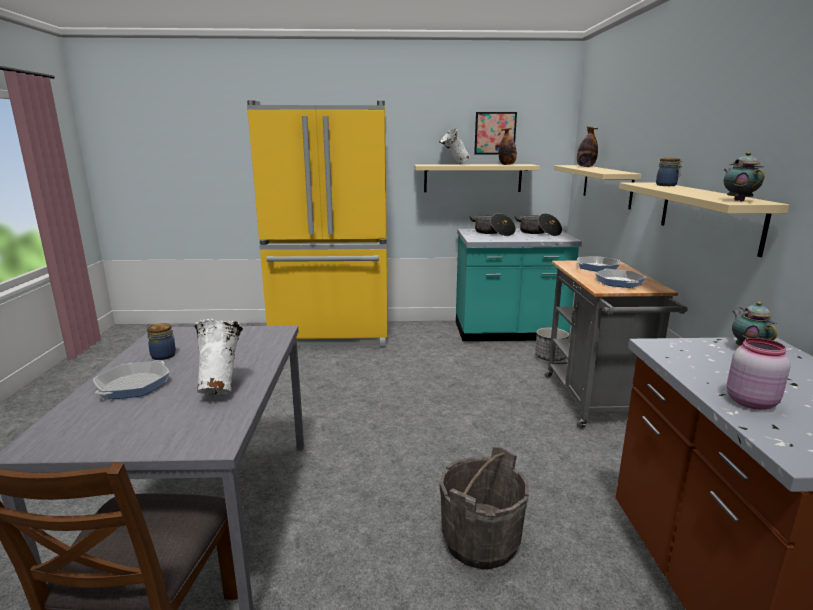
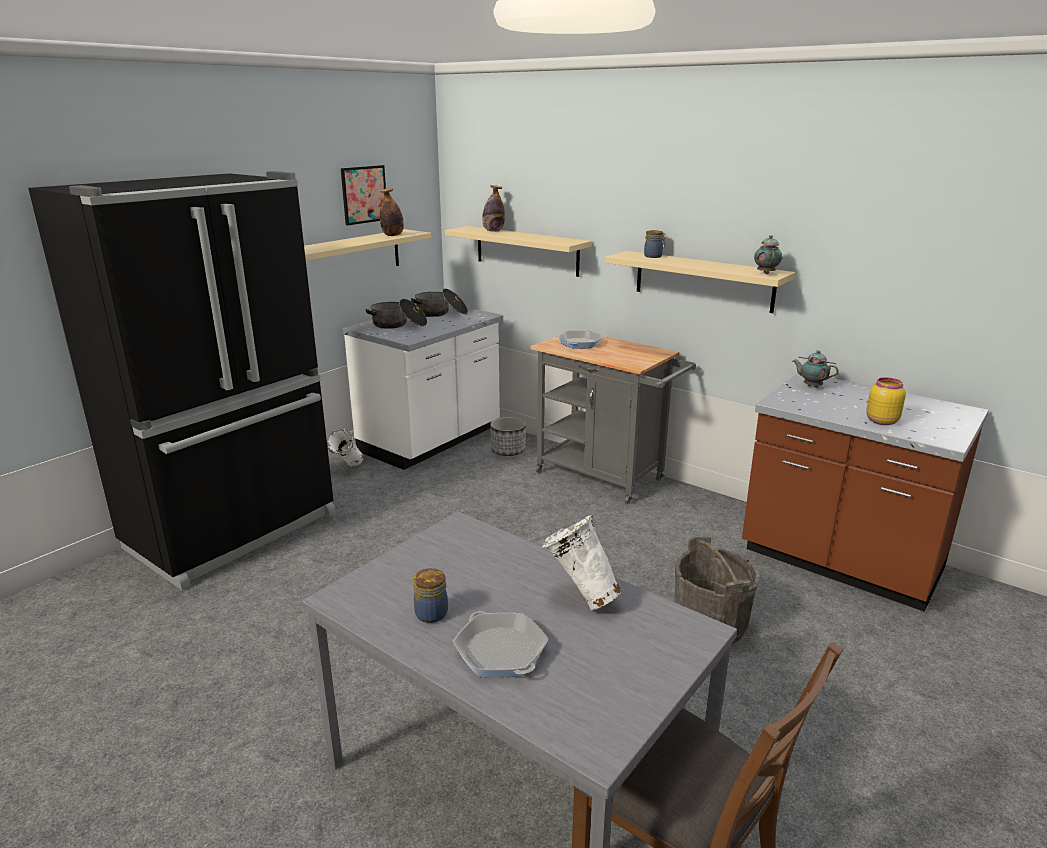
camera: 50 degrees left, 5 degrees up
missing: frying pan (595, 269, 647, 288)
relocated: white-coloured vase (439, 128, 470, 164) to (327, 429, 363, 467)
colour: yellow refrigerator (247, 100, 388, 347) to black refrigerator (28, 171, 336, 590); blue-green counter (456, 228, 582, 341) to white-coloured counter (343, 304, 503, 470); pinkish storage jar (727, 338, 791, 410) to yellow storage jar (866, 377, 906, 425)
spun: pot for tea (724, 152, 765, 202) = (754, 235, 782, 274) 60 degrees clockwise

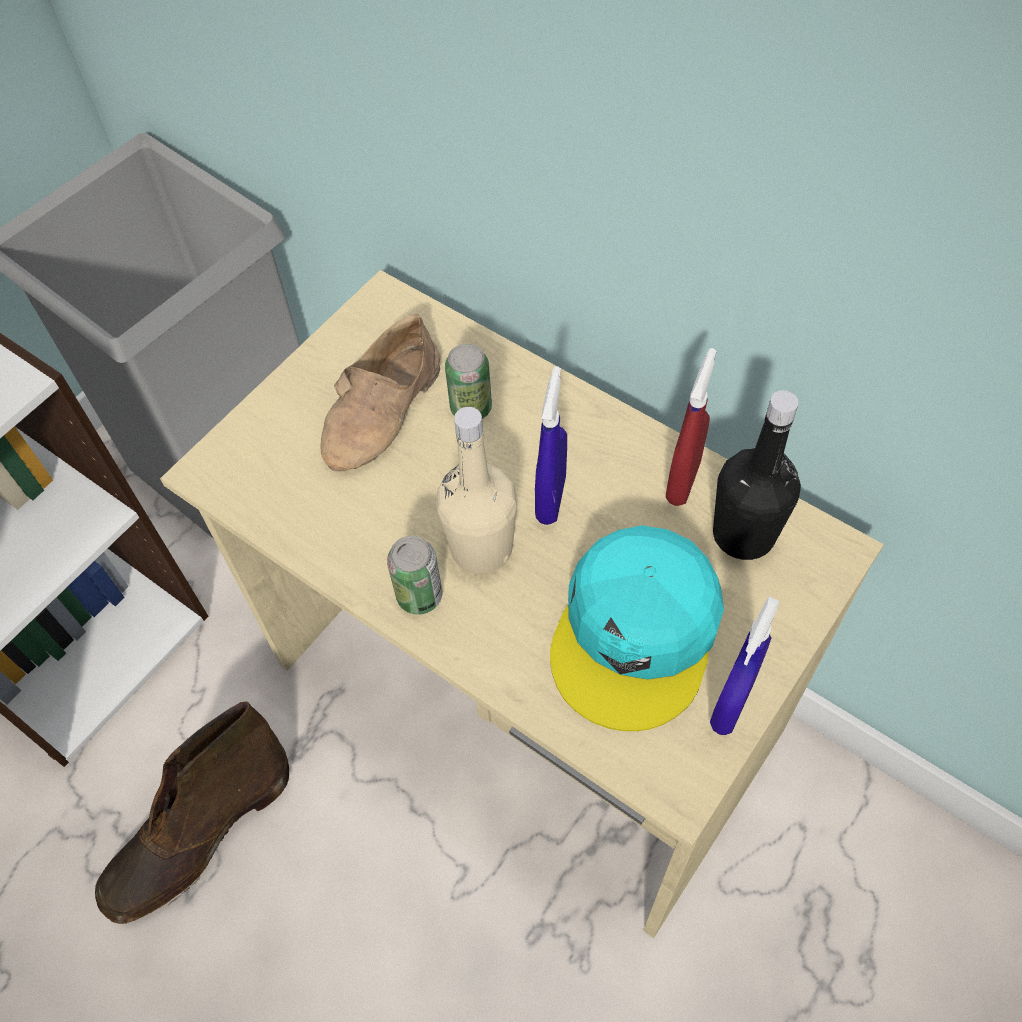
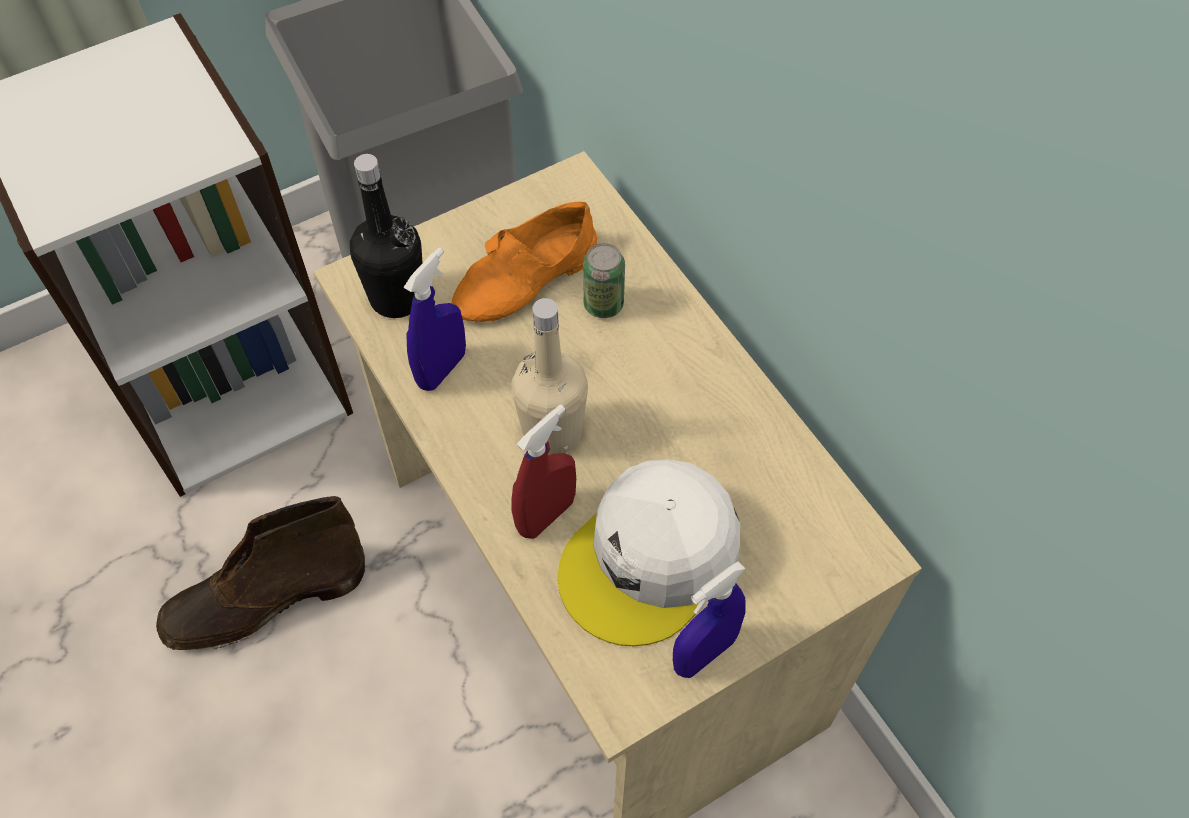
camera: 20 degrees right, 0 degrees up
missing: can (387, 536, 442, 615)
relocated: black drink bottle (713, 390, 801, 560) to (350, 154, 422, 318); blue-coloured hand sprayer (535, 366, 567, 525) to (404, 247, 466, 391); red-coloured hand sprayer (666, 348, 716, 506) to (511, 404, 576, 539)
colour: beige-coloured item of footwear (321, 313, 440, 472) to orange item of footwear (452, 202, 597, 322); blue-green peaked cap (550, 525, 724, 731) to white-coloured peaked cap (558, 459, 740, 646)

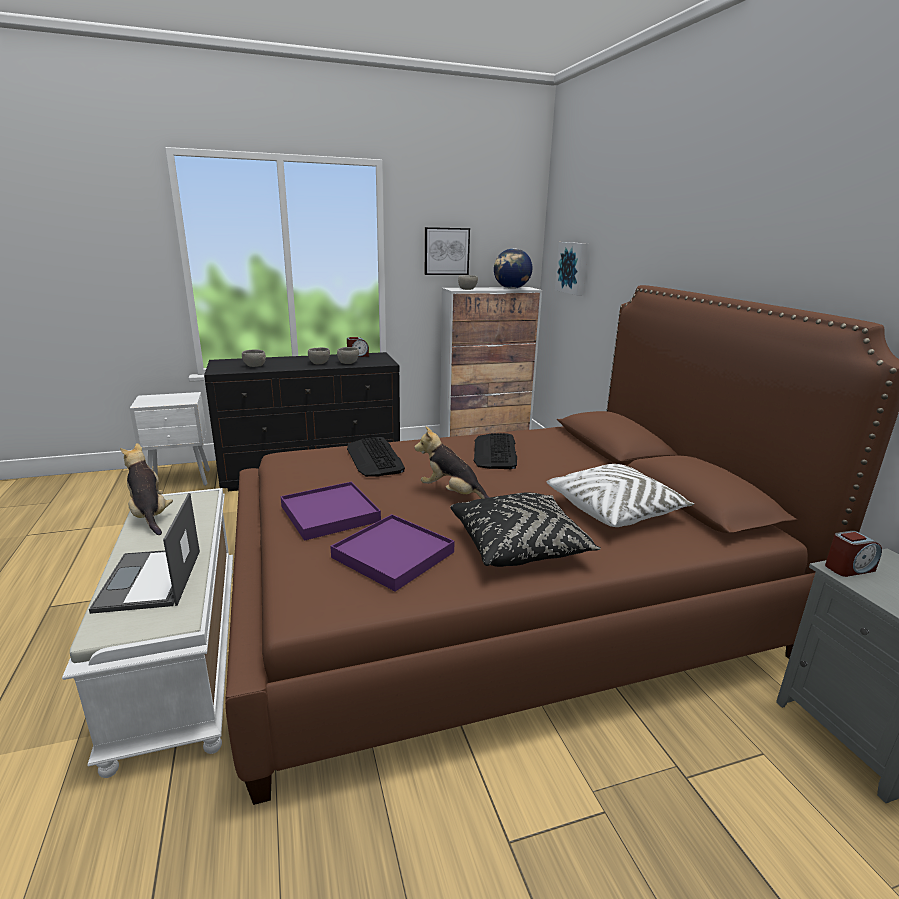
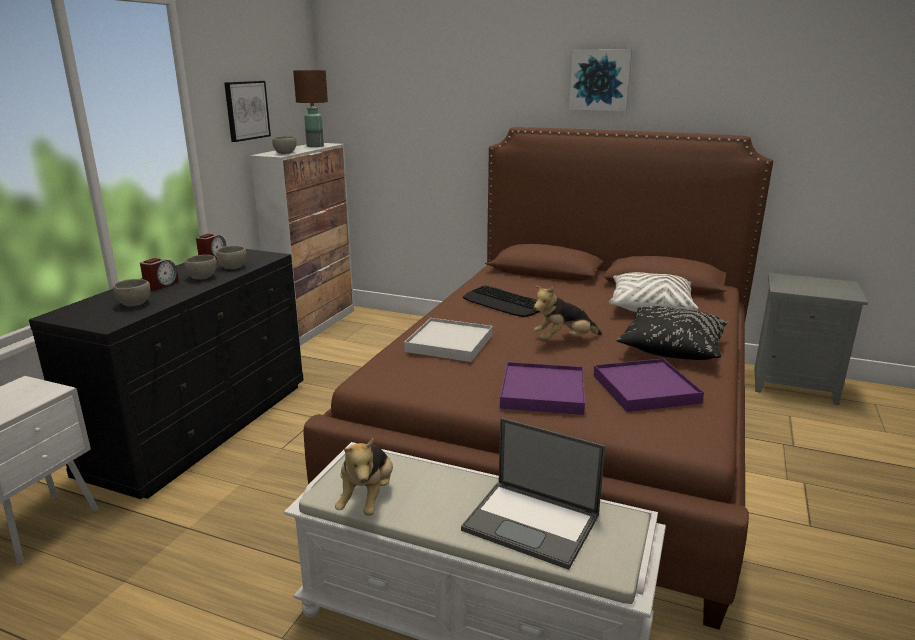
camera: 50 degrees left, 0 degrees up
relocated: table clock (825, 531, 882, 577) to (140, 258, 179, 291); picture (555, 242, 588, 295) to (569, 49, 632, 111)
exchanged: world globe (494, 248, 532, 289) to brown-coloured tabletop lamp (293, 70, 328, 147); PC keyboard (347, 437, 405, 477) to white-coloured tray (404, 318, 493, 362)
spun: soft toy (120, 443, 173, 535) = (335, 438, 393, 516) 90 degrees counterclockwise

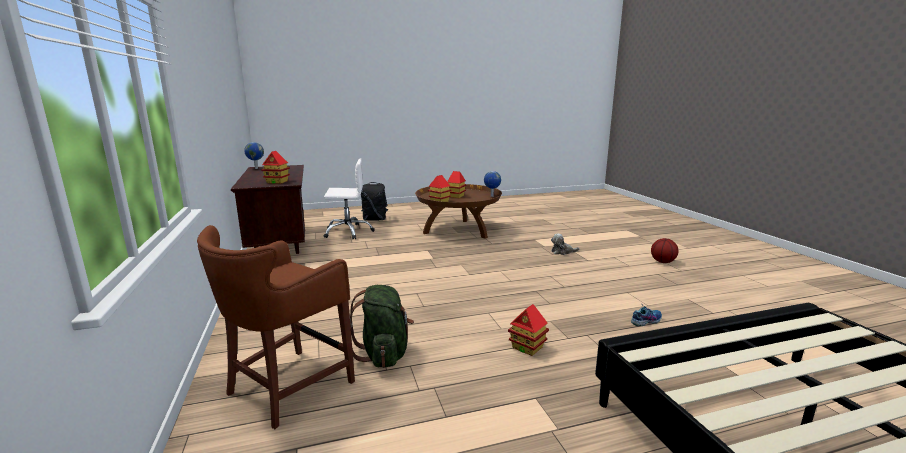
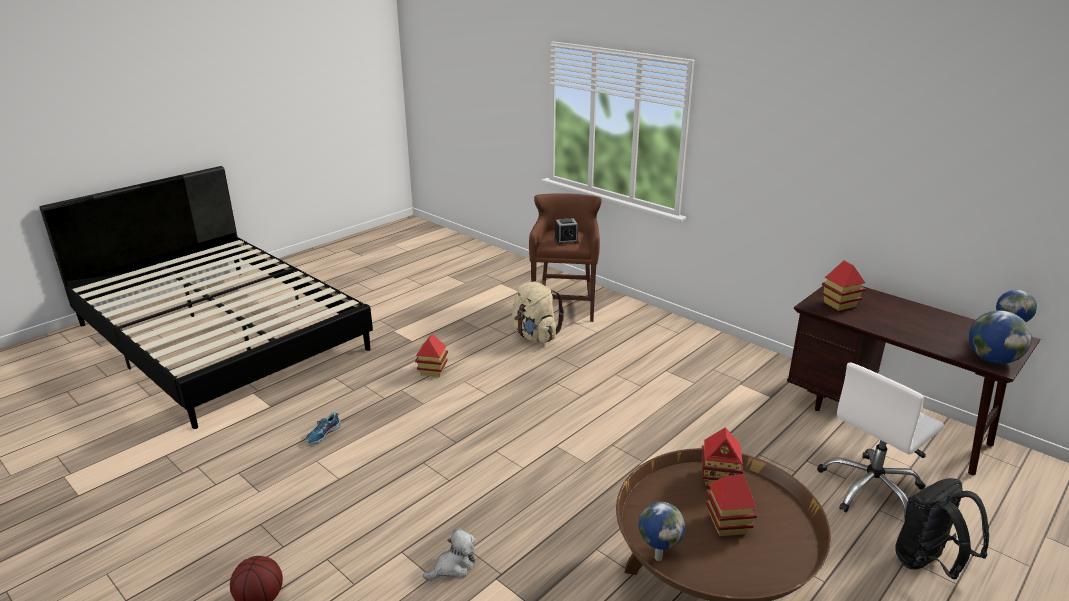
camera: 150 degrees right, 10 degrees up
appeared: table clock (554, 218, 579, 245); world globe (969, 311, 1032, 364)
colour: green-coloured rucksack (350, 285, 414, 368) to beige-coloured rucksack (512, 281, 565, 343)

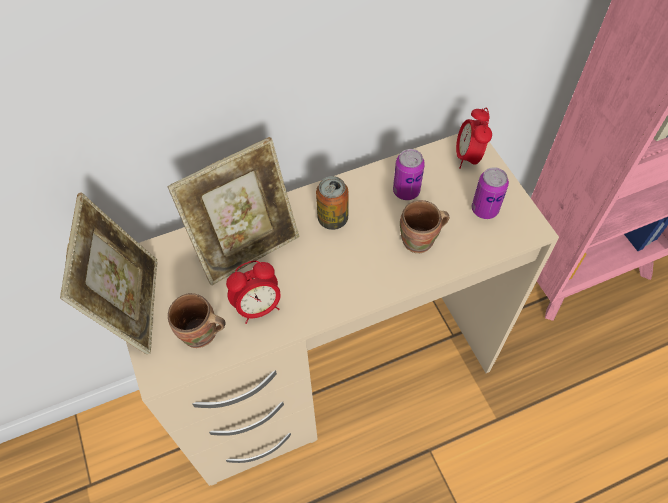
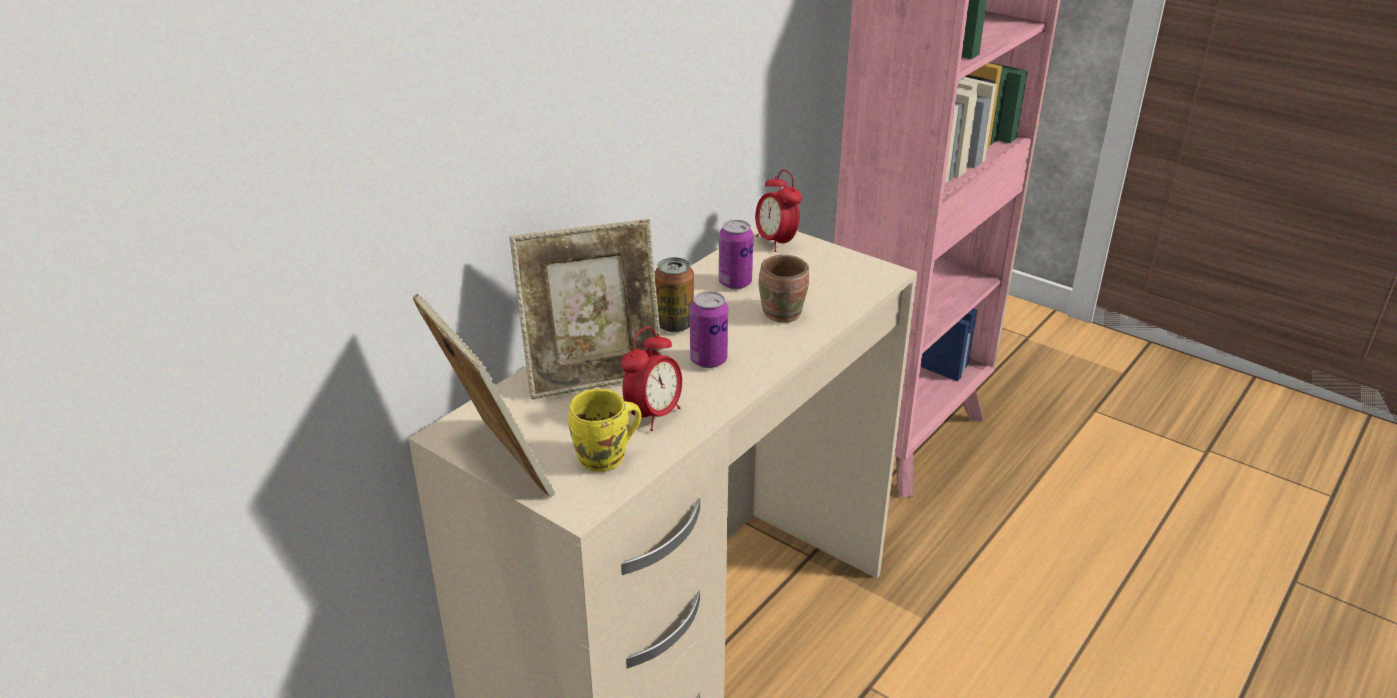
camera: 30 degrees left, 25 degrees down
relocated: can (472, 167, 509, 219) to (690, 291, 728, 368)
colour: brown-coloured tea mug (168, 293, 226, 348) to yellow tea mug (568, 389, 642, 472)
spun: photo frame (167, 137, 299, 286) = (509, 219, 663, 399) 45 degrees clockwise

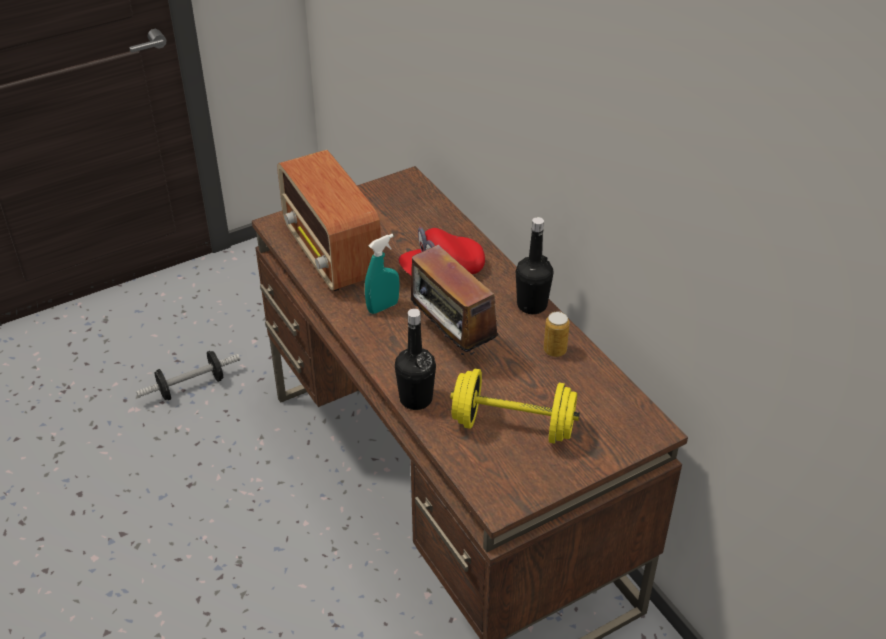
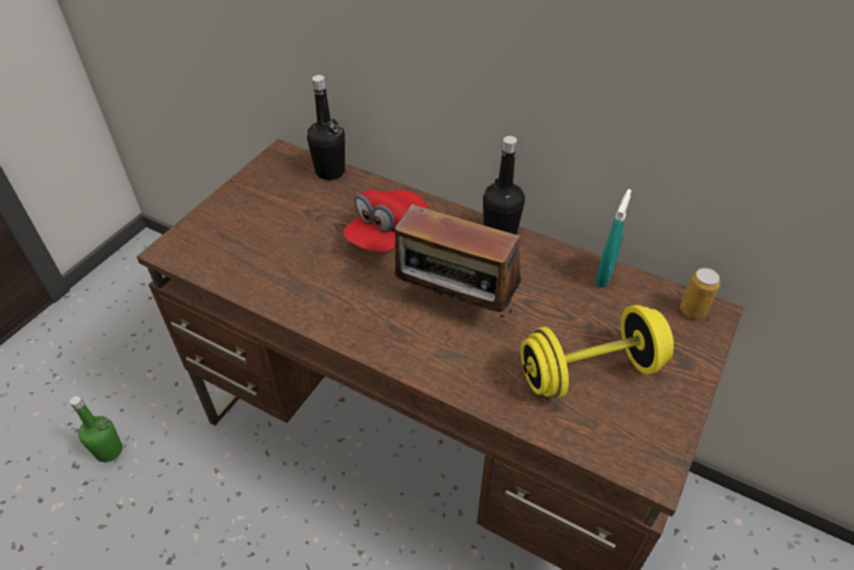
camera: 30 degrees left, 5 degrees up
missing: radio set (277, 150, 381, 291)
relocated: black drink bottle (395, 309, 436, 410) to (307, 75, 345, 180); blue-green hand sprayer (365, 234, 400, 314) to (595, 189, 631, 287); can (544, 312, 570, 357) to (680, 268, 721, 319)
exchanged: dumbbell (136, 351, 240, 400) to green-coloured drink bottle (70, 396, 122, 462)

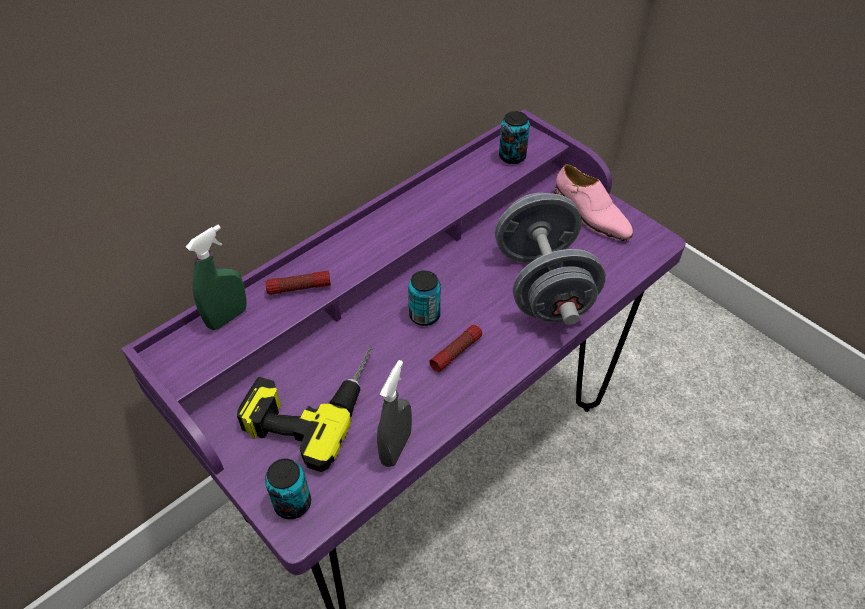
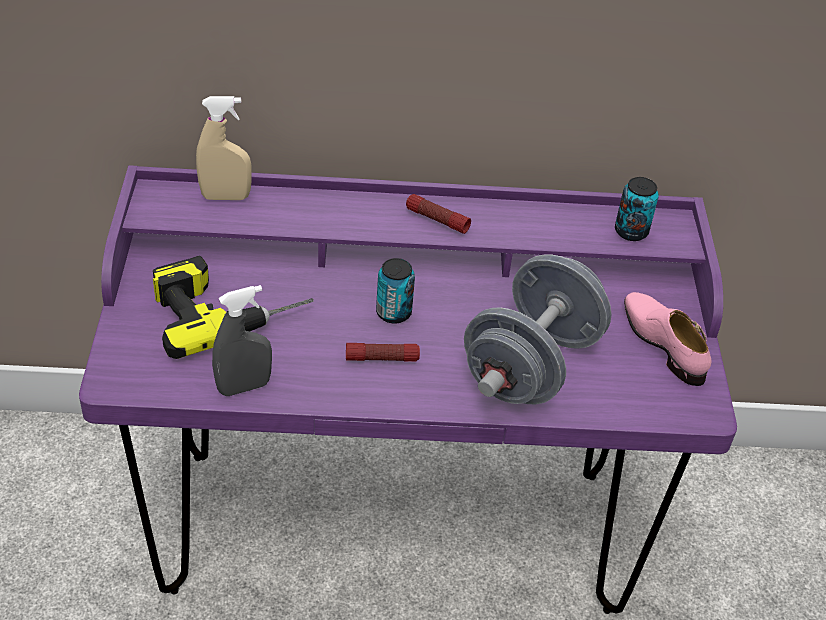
camera: 40 degrees right, 5 degrees down
missing: can (265, 458, 311, 519)
relocated: hand torch (265, 270, 331, 295) to (406, 194, 471, 234)
colour: green-coloured hand sprayer (186, 225, 247, 330) to beige-coloured hand sprayer (196, 96, 252, 200)
spun: pinkish item of footwear (554, 164, 633, 241) = (624, 292, 711, 386) 150 degrees clockwise

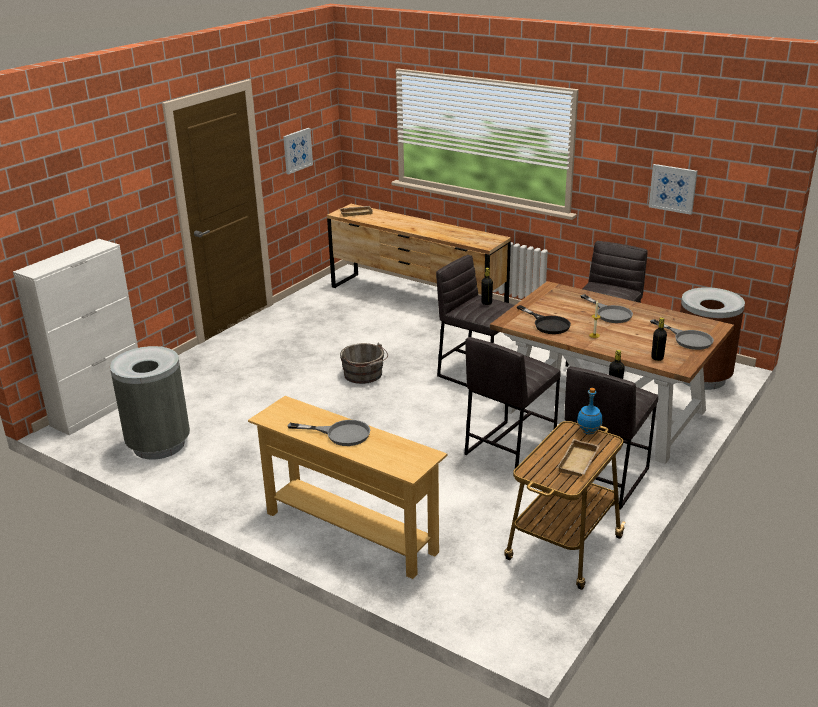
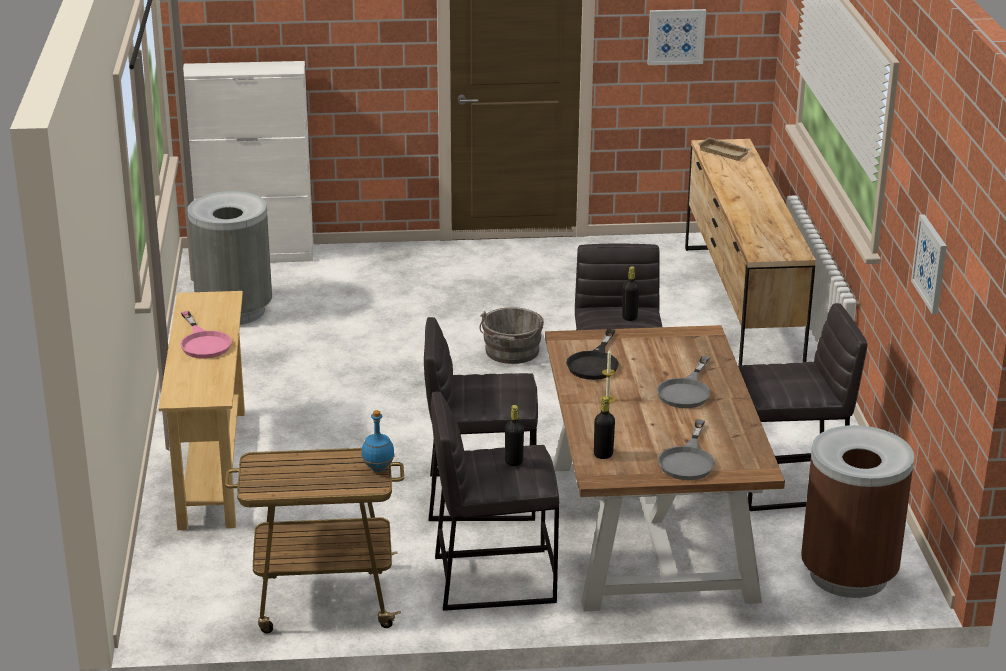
camera: 50 degrees right, 0 degrees up
missing: beige-coloured tray (557, 439, 600, 476)
colour: greyish frying pan (288, 420, 370, 446) to pinkish frying pan (180, 311, 232, 359)

